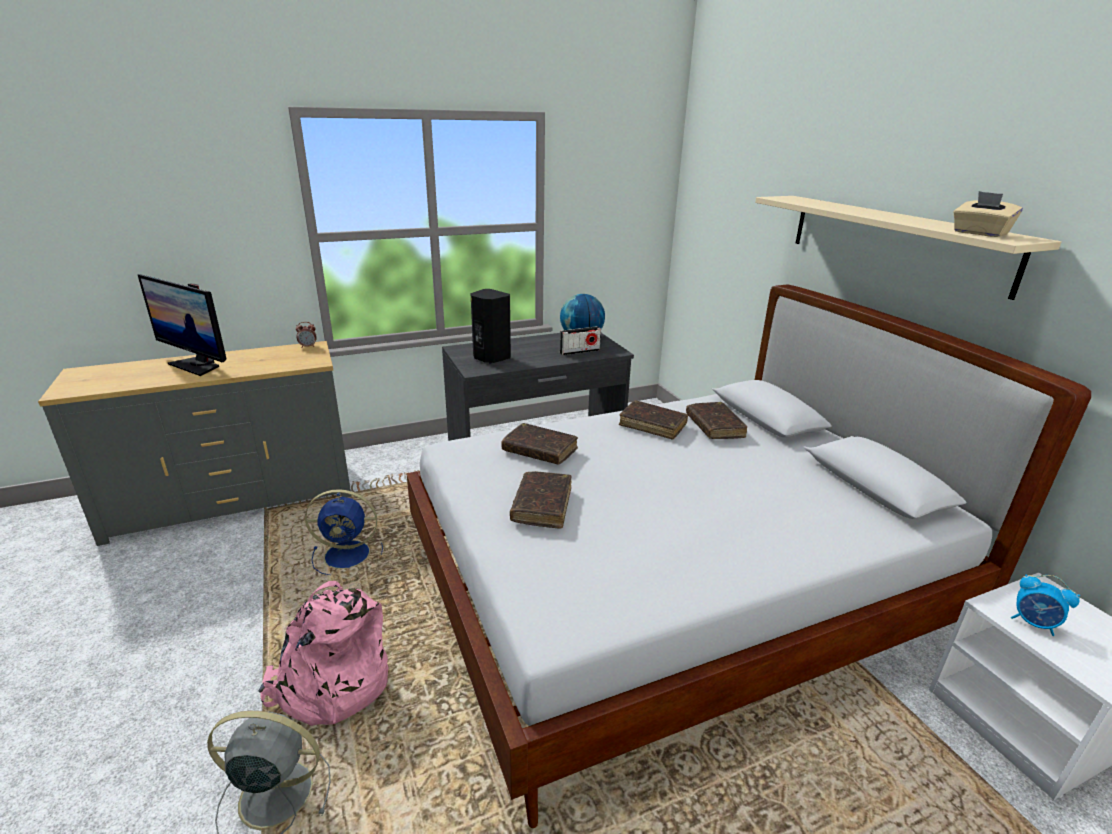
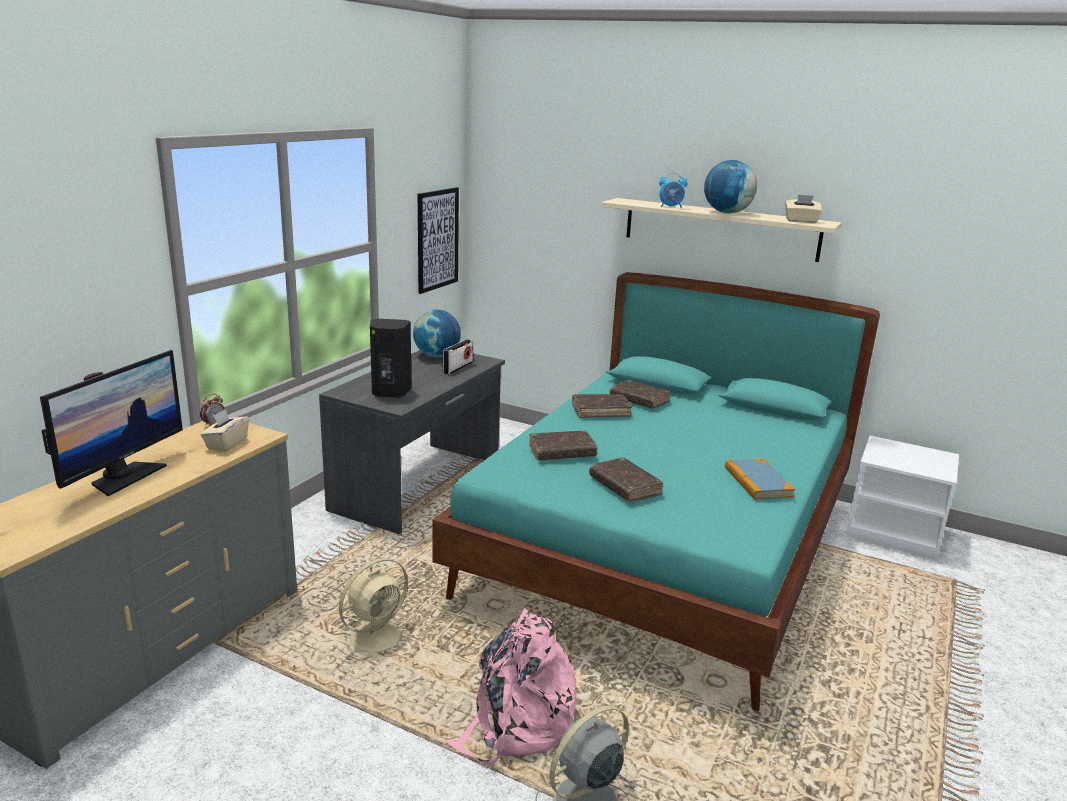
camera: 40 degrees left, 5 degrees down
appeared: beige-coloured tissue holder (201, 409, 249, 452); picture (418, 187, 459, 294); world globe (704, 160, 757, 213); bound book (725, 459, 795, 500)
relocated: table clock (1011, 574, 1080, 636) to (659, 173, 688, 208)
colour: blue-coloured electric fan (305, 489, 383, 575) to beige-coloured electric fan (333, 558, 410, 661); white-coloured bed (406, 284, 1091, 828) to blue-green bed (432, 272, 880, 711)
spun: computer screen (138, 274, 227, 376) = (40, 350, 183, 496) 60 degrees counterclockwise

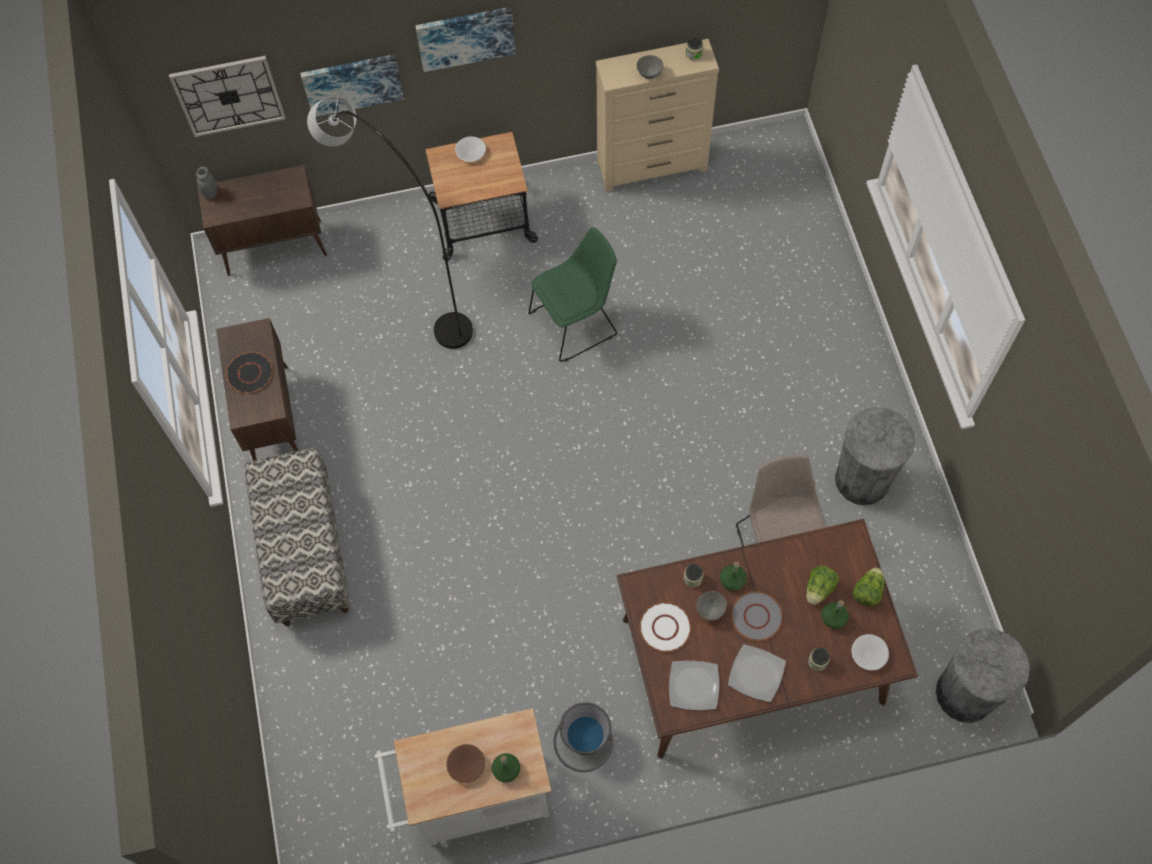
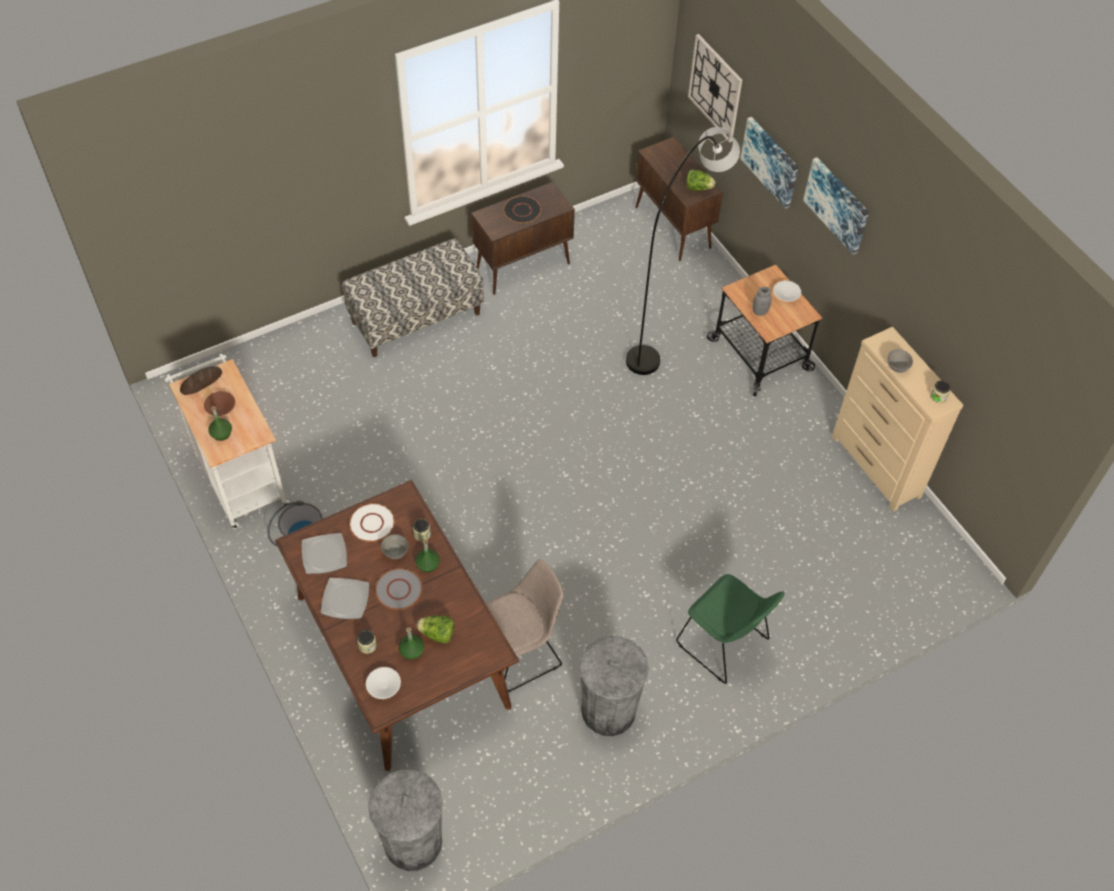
camera: 70 degrees right, 10 degrees down
appeared: bakery bread (180, 366, 222, 395)
relocated: green-coloured plain chair (528, 227, 617, 362) to (676, 574, 784, 684); lettuce head (852, 568, 885, 607) to (686, 169, 715, 191); greyish storage jar (196, 167, 218, 199) to (752, 287, 771, 316)

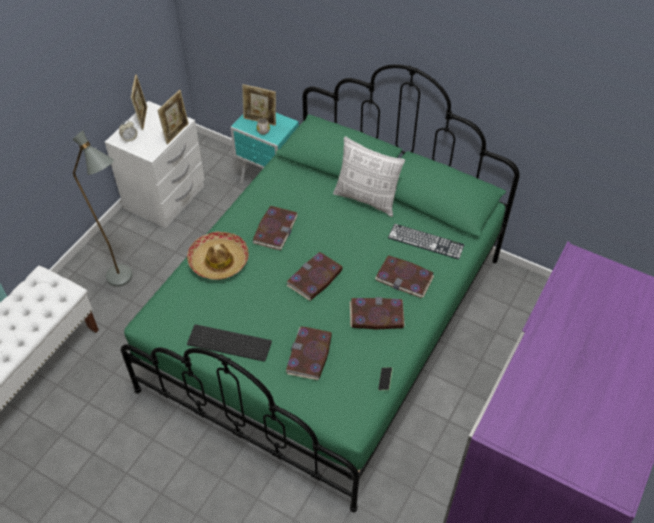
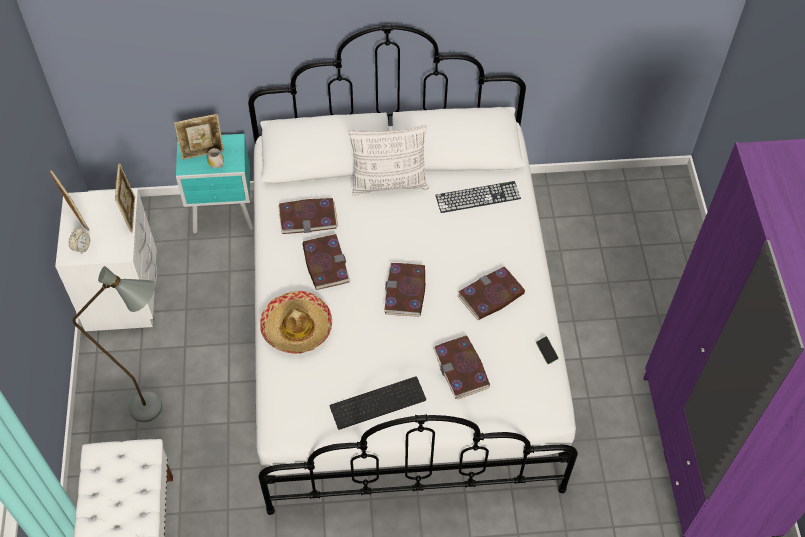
camera: 35 degrees left, 5 degrees up
relocated: bound book (375, 255, 434, 298) to (278, 198, 338, 234)
colour: green-coloured bed (121, 64, 520, 512) to white-coloured bed (248, 24, 578, 515)

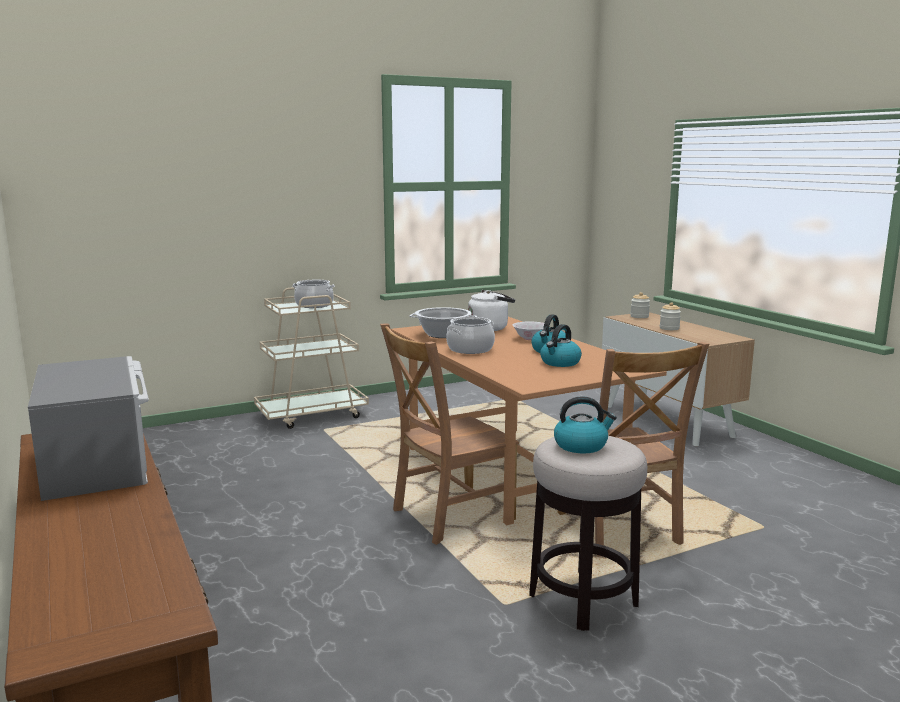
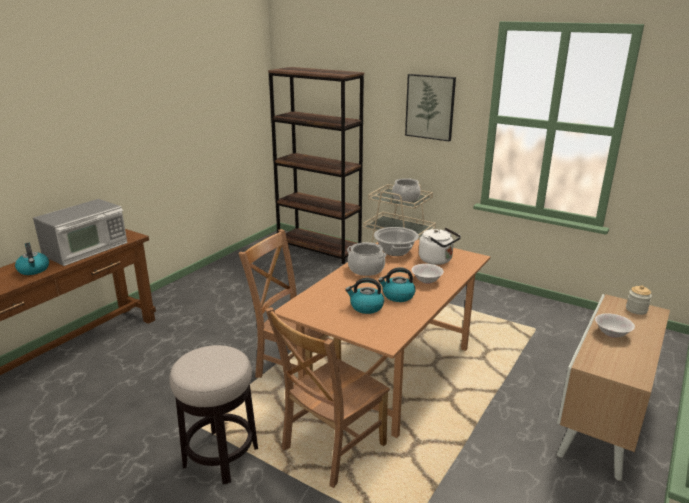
camera: 60 degrees right, 10 degrees up
appeared: brown-coloured shelving unit (268, 67, 364, 264); picture (405, 74, 456, 141)
relocated: water kettle (554, 396, 617, 453) to (15, 243, 49, 275)
exchanged: storage jar (660, 302, 681, 330) to white-coloured serving bowl (595, 313, 635, 338)

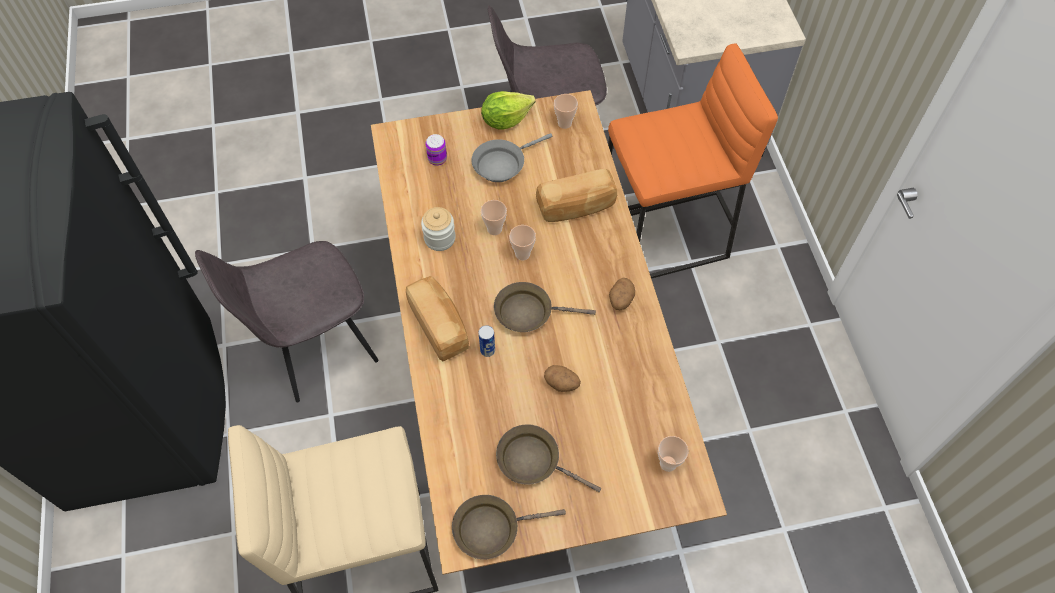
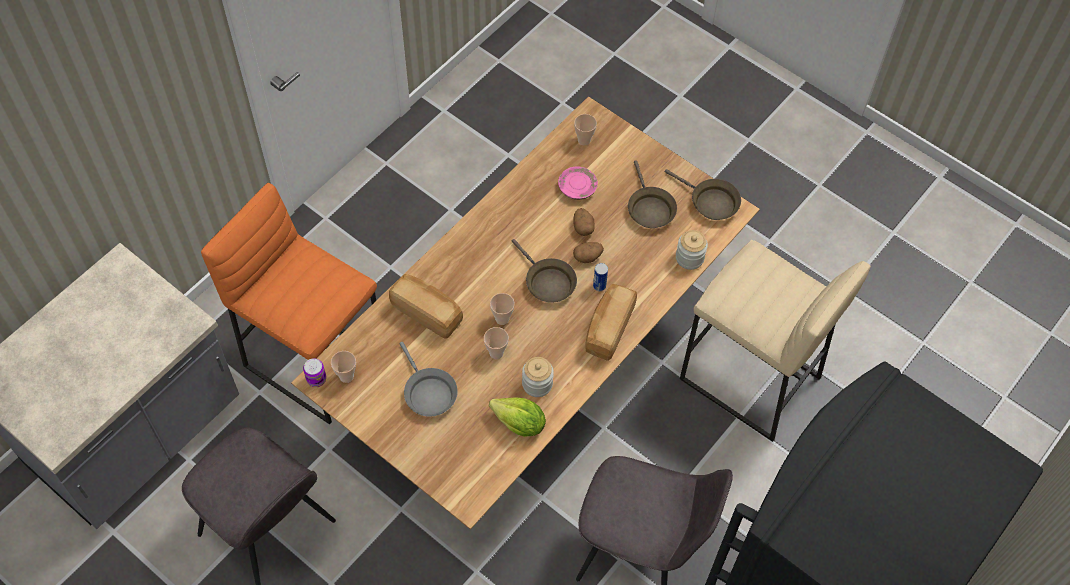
camera: 130 degrees left, 0 degrees up
appeared: pinkish flat dish (558, 166, 598, 200); storage jar (676, 230, 708, 270)
relocated: can (425, 134, 447, 166) to (303, 358, 326, 387); lettuce head (481, 91, 535, 130) to (489, 398, 546, 437); potato (609, 278, 635, 310) to (573, 242, 604, 263)
spun: greyish frying pan (472, 133, 552, 182) = (400, 342, 458, 417) 45 degrees clockwise

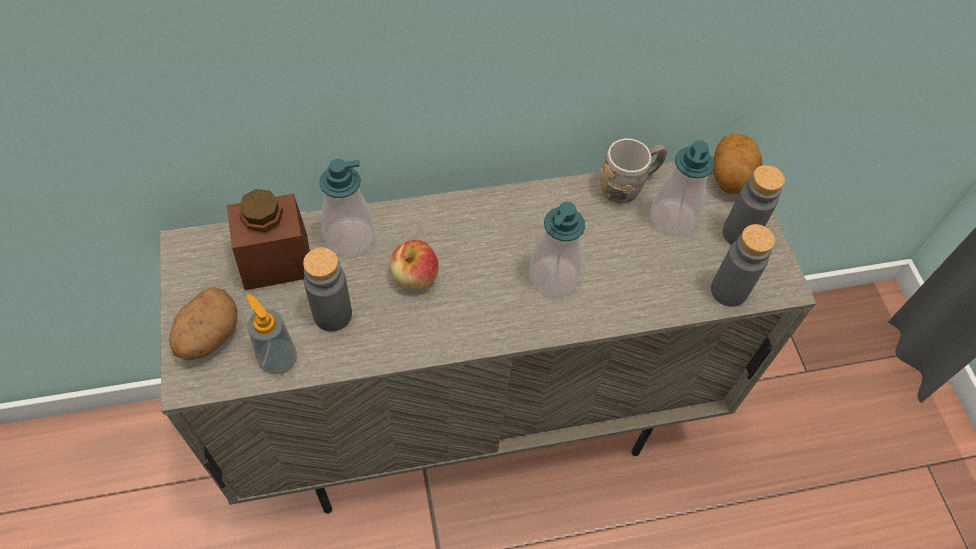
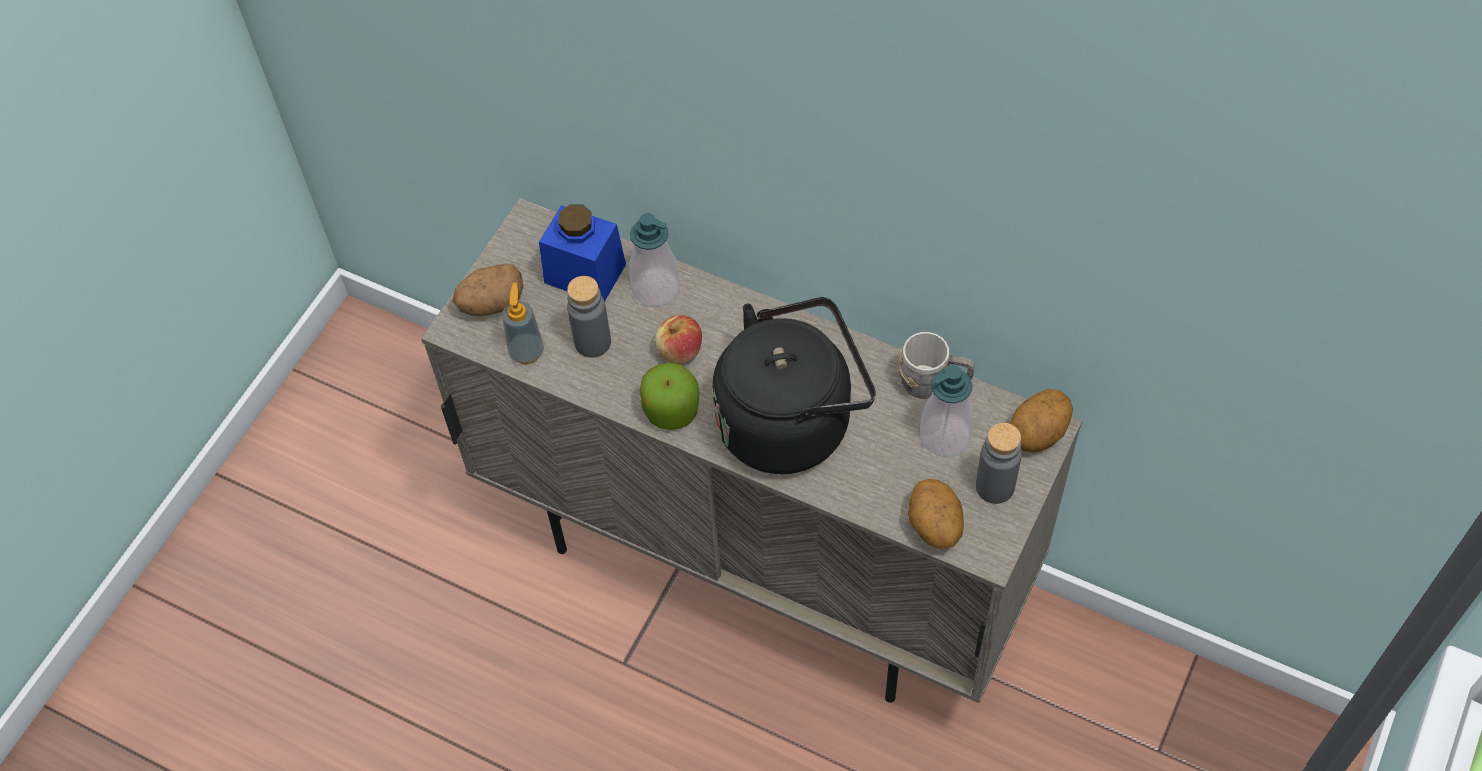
camera: 45 degrees right, 0 degrees up
appeared: apple fruit (639, 362, 699, 430)
exchanged: liquid soap bottle (529, 202, 585, 297) to black water kettle (712, 297, 876, 474); greyish drink bottle (711, 224, 775, 307) to potato (908, 479, 964, 549)
colour: brown-coloured storage jar (227, 189, 310, 290) to blue-coloured storage jar (539, 204, 626, 301)

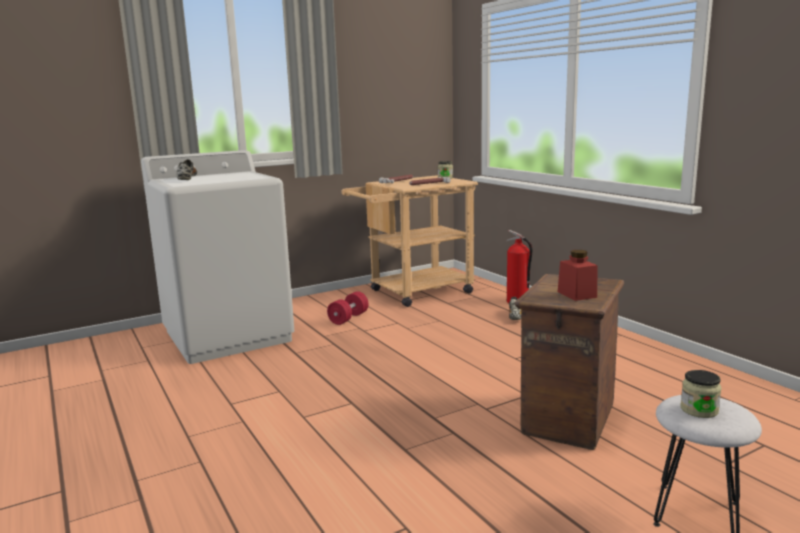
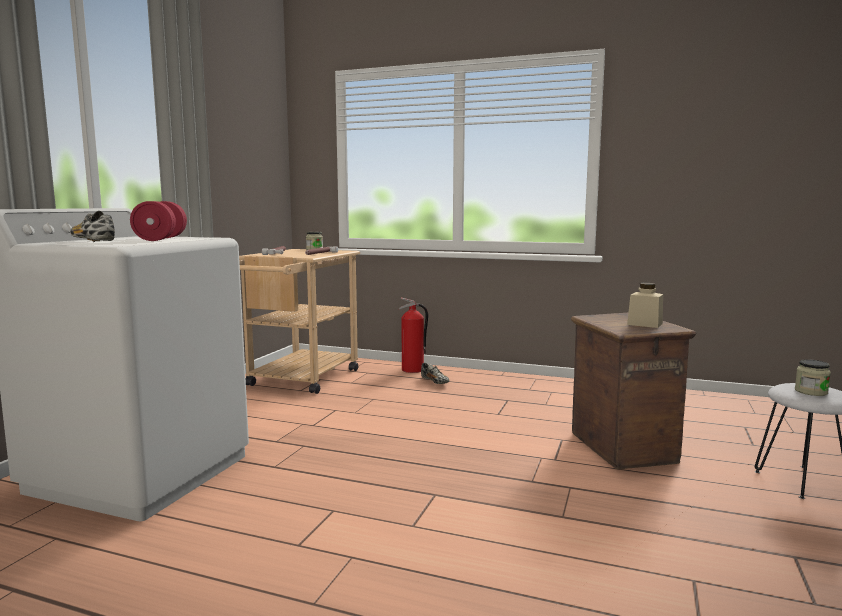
camera: 40 degrees left, 5 degrees down
relocated: red-coloured dumbbell (327, 291, 368, 325) to (130, 201, 187, 241)
colour: red-coloured storage jar (558, 250, 597, 301) to beige-coloured storage jar (627, 283, 663, 328)

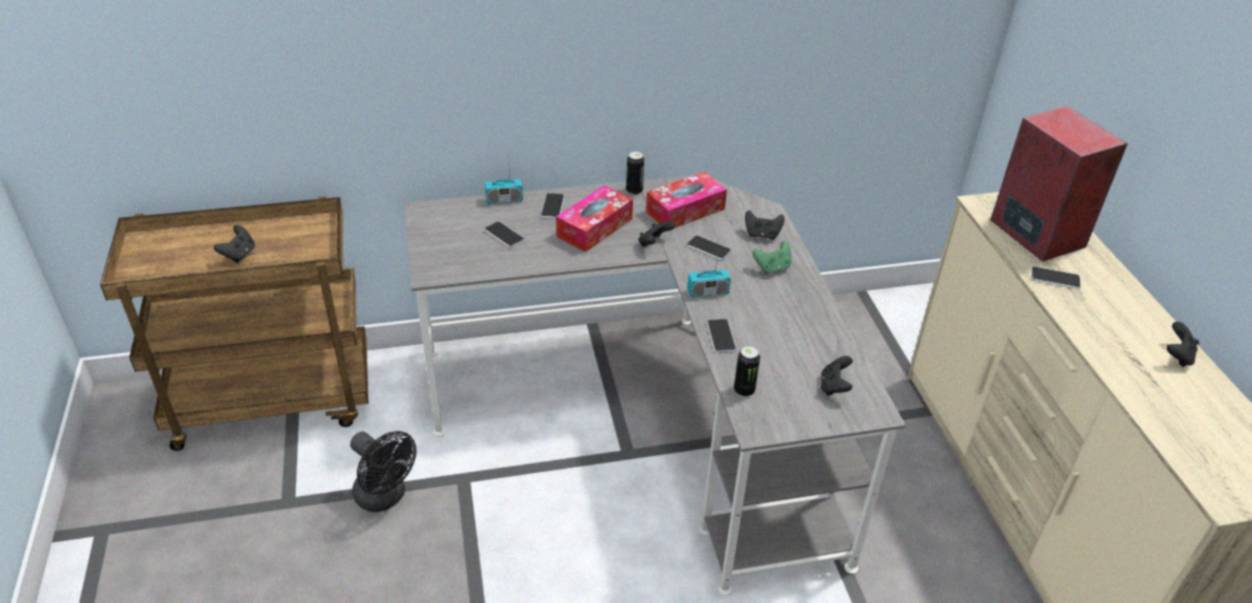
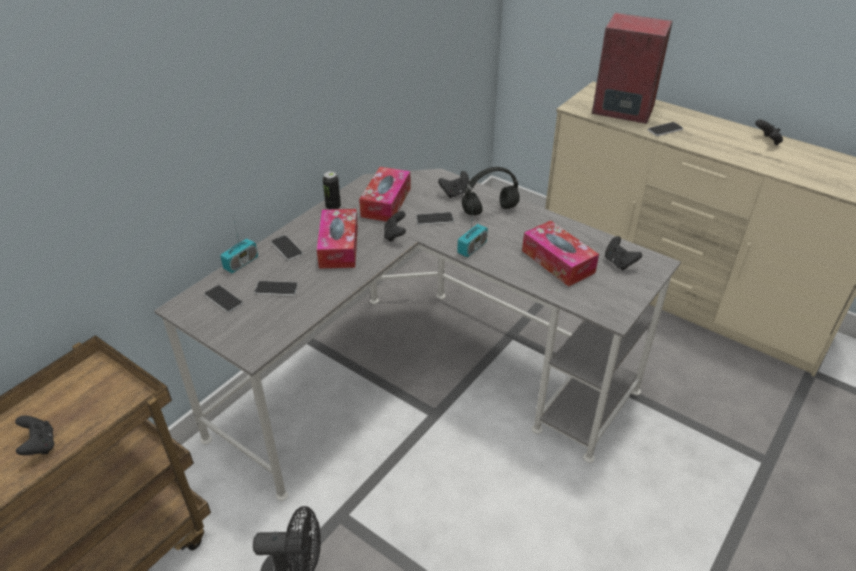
camera: 40 degrees left, 0 degrees up
missing: can (734, 346, 760, 397)
appeared: tissue holder (522, 221, 599, 287)
relocated: phone (707, 319, 736, 353) to (204, 285, 243, 313)
exchanged: green-coloured gamepad (752, 241, 791, 274) to black pair of headphones (462, 167, 520, 215)

